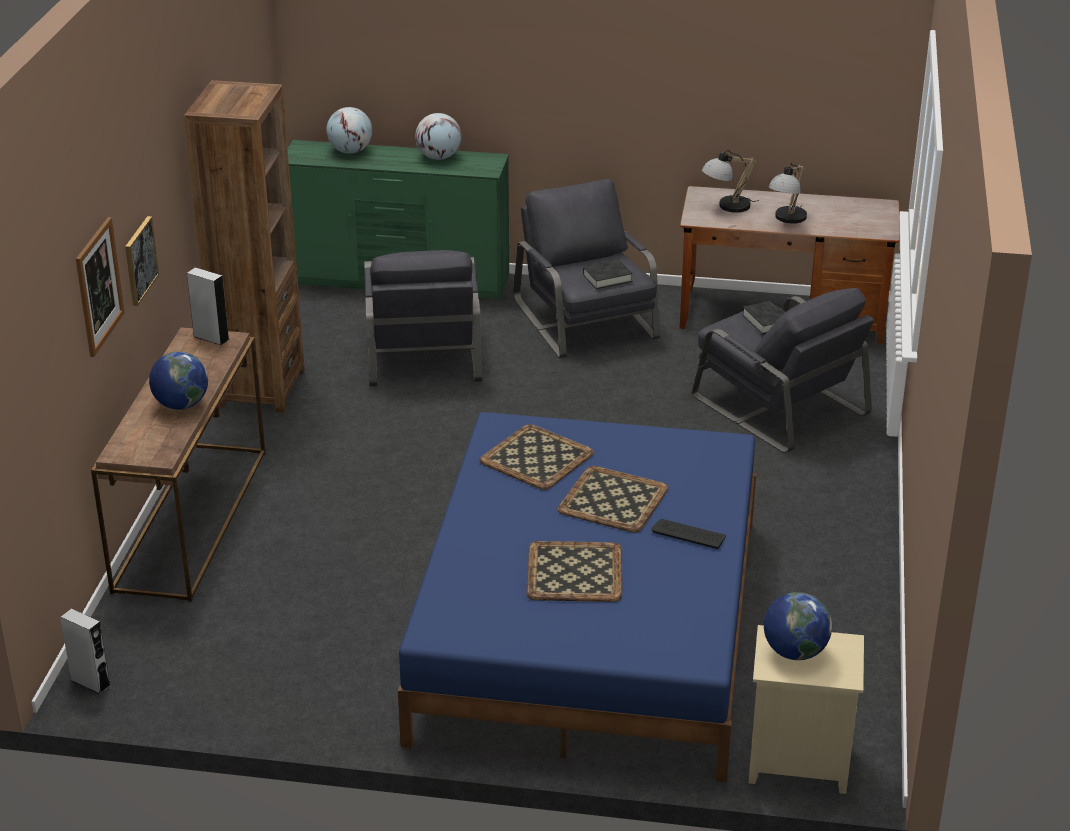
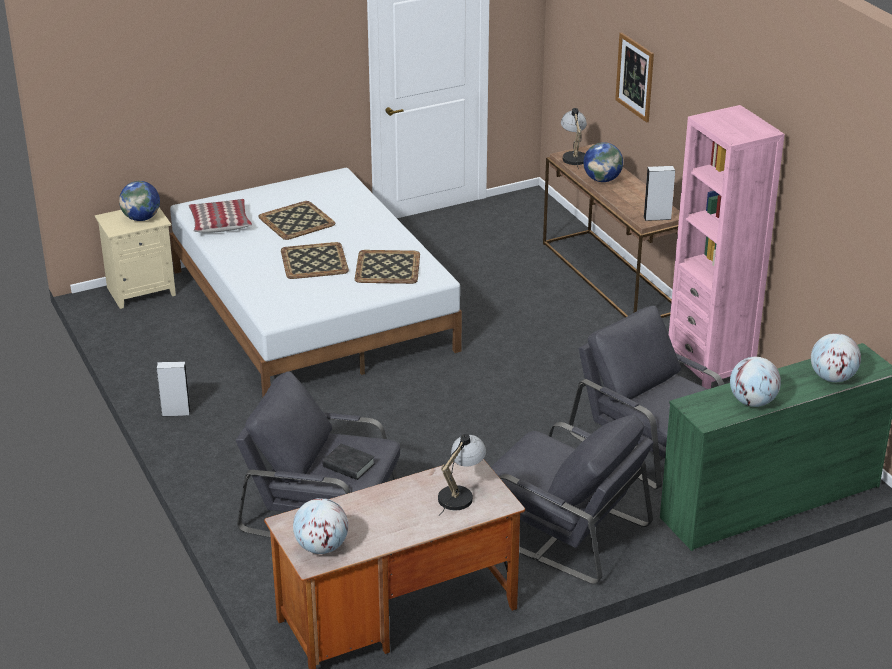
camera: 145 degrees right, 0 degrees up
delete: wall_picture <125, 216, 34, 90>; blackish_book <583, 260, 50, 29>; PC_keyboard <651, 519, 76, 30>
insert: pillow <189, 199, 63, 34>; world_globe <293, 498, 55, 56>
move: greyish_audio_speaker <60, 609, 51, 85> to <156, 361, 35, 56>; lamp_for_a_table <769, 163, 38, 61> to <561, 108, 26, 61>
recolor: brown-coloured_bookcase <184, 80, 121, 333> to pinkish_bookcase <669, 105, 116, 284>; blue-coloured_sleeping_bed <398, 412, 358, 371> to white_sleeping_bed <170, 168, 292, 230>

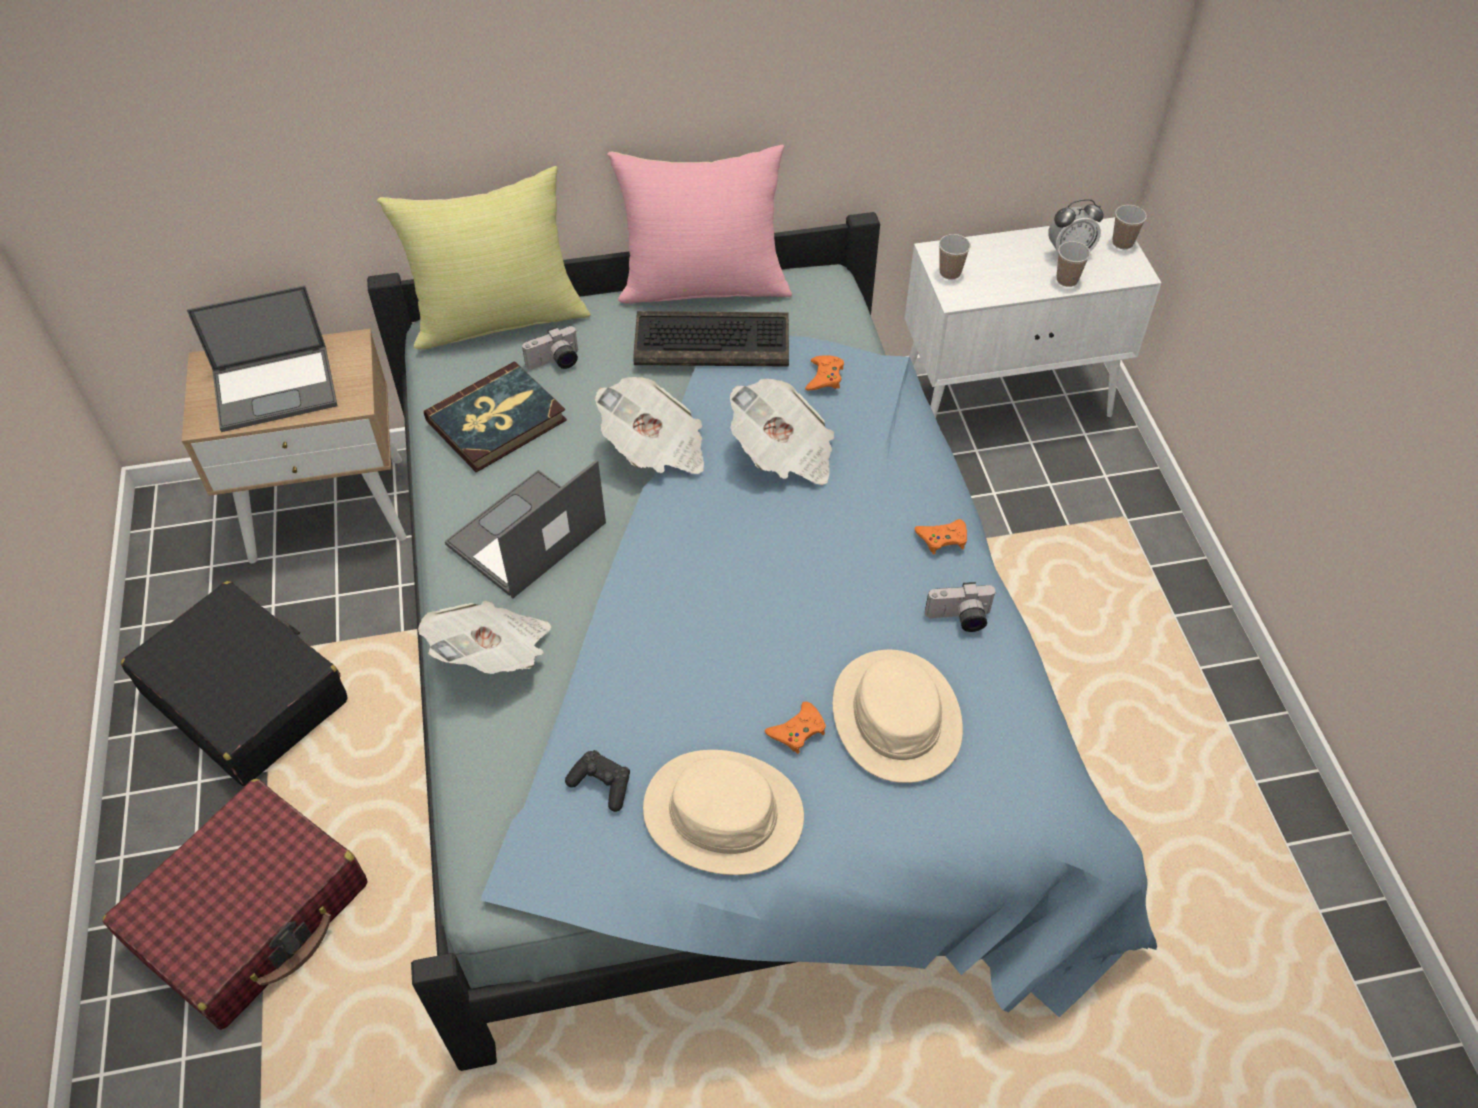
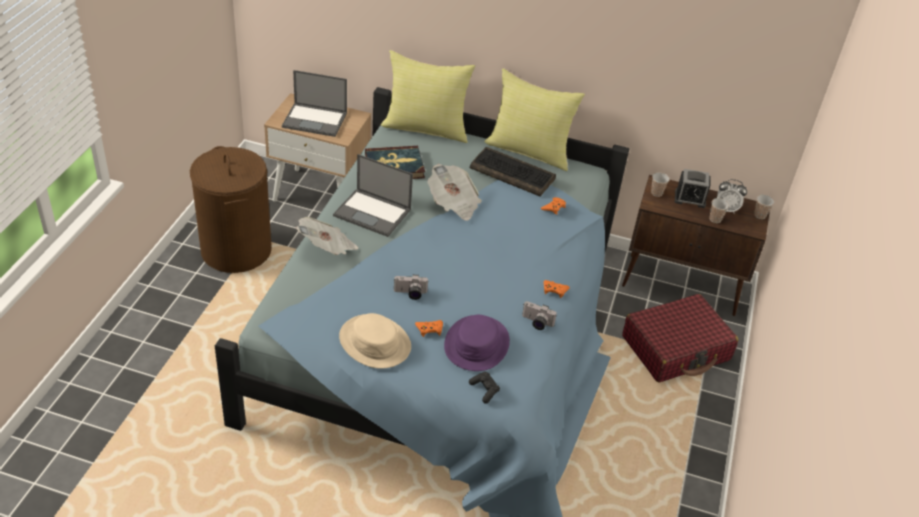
camera: 25 degrees right, 10 degrees down
delete: printed_paper <730, 379, 104, 106>
insert: bedside_clock <675, 169, 35, 39>
move: red-coloured_travel_case <103, 779, 264, 251> to <622, 294, 116, 88>; still_camera <522, 326, 56, 44> to <394, 275, 35, 25>; blackish_joypad <565, 750, 65, 62> to <469, 372, 31, 32>
replace: blackish_travel_case <121, 581, 227, 205> to brown-coloured_hamper <190, 146, 82, 127>
recolor: pinkish_pillow <607, 145, 185, 159> to yellowish_pillow <484, 68, 101, 103>; beige_hat <833, 650, 130, 133> to purple_hat <444, 315, 66, 56>; white_cupboard <904, 217, 257, 201> to brown-coloured_cupboard <622, 175, 148, 141>
rotate: laptop <445, 460, 161, 139> = <333, 154, 80, 83> 135 degrees counterclockwise

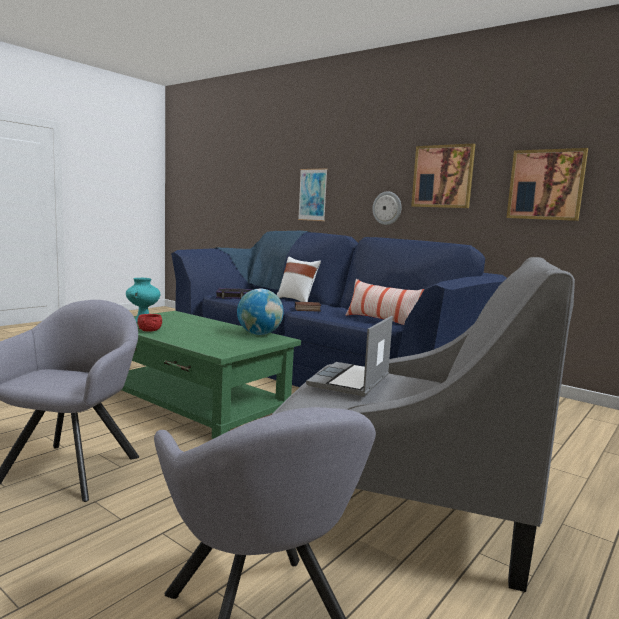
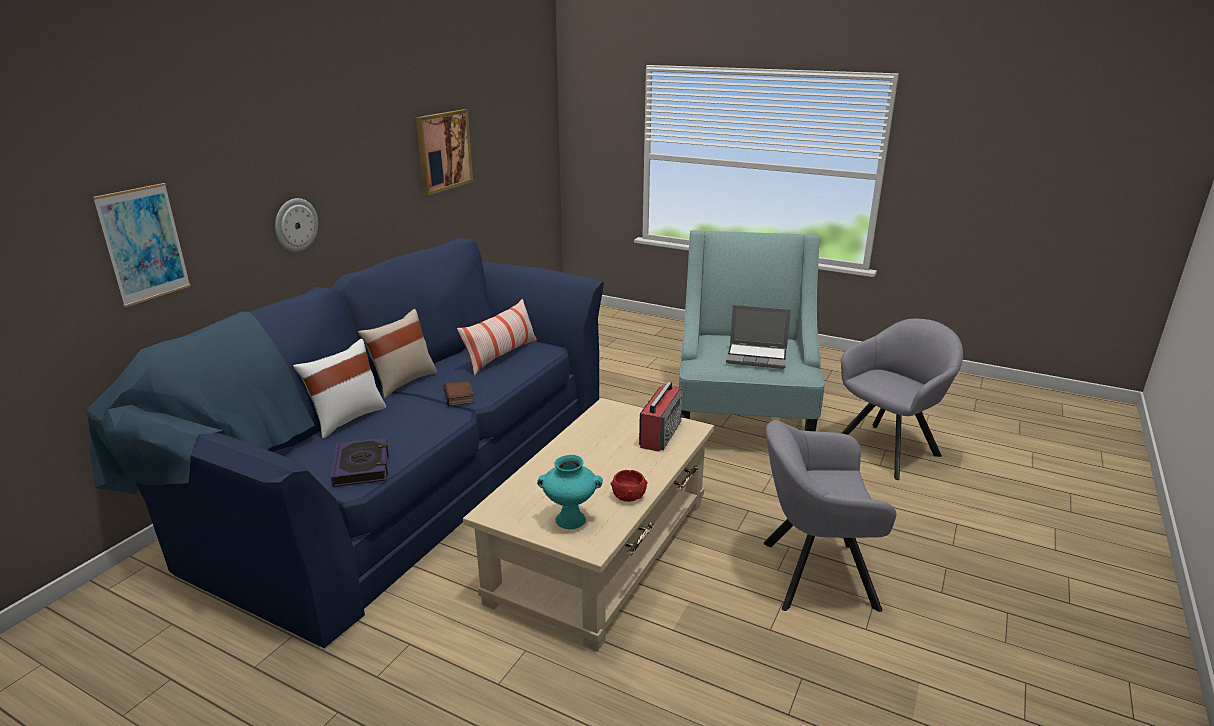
camera: 100 degrees left, 15 degrees up
delete: world_globe <237, 288, 47, 47>; wall_picture <411, 144, 64, 64>
insert: beige_pillow <358, 309, 79, 90>; radio_set <639, 380, 46, 72>
recolor: greenish_coffee_table <122, 311, 179, 128> to beige_coffee_table <463, 398, 251, 253>; greyish_lounge_chair <272, 257, 303, 335> to turquoise_lounge_chair <679, 230, 146, 201>

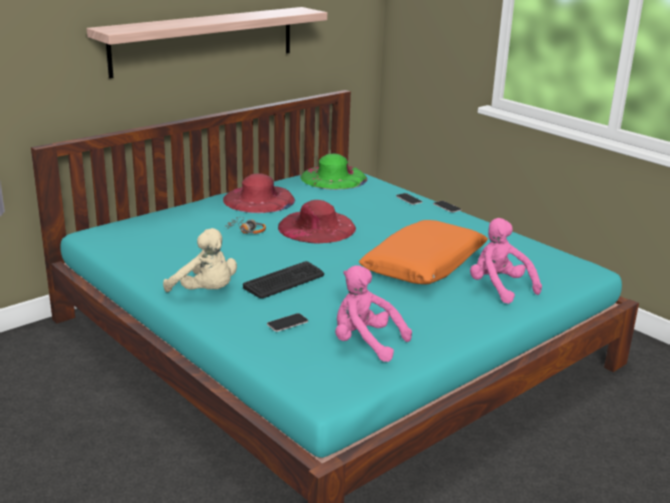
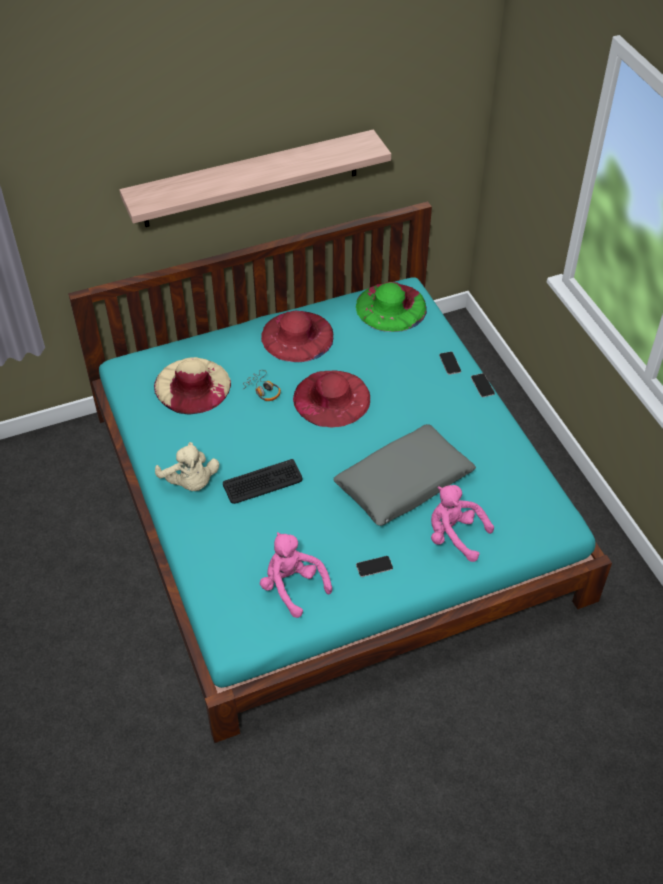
camera: 20 degrees right, 25 degrees up
insert: beige_hat <154, 357, 77, 57>
move: phone <267, 313, 41, 19> to <356, 556, 37, 21>
recolor: orangey_pillow <359, 220, 129, 64> to greyish_pillow <334, 424, 142, 102>
rotate: pinkish_soft_toy <470, 218, 72, 86> = <431, 485, 63, 77> 45 degrees counterclockwise

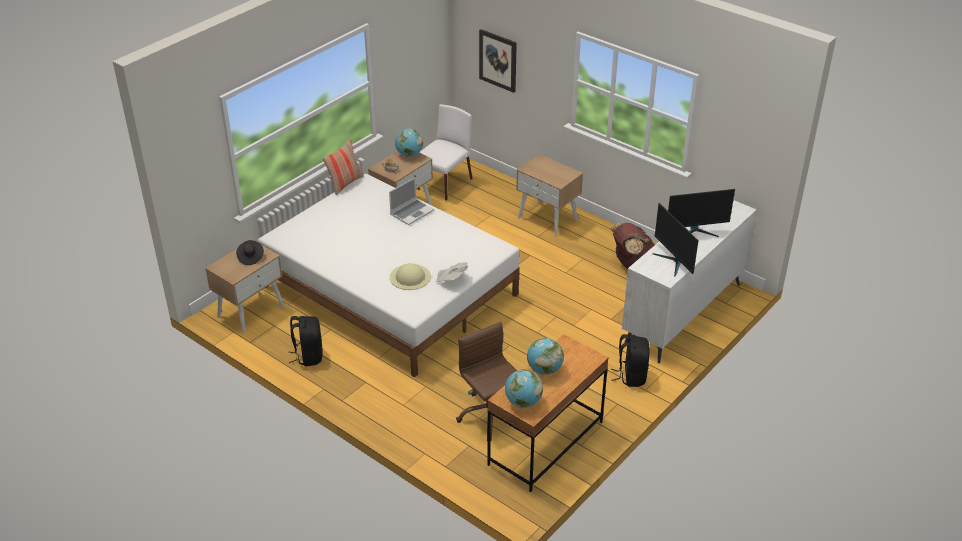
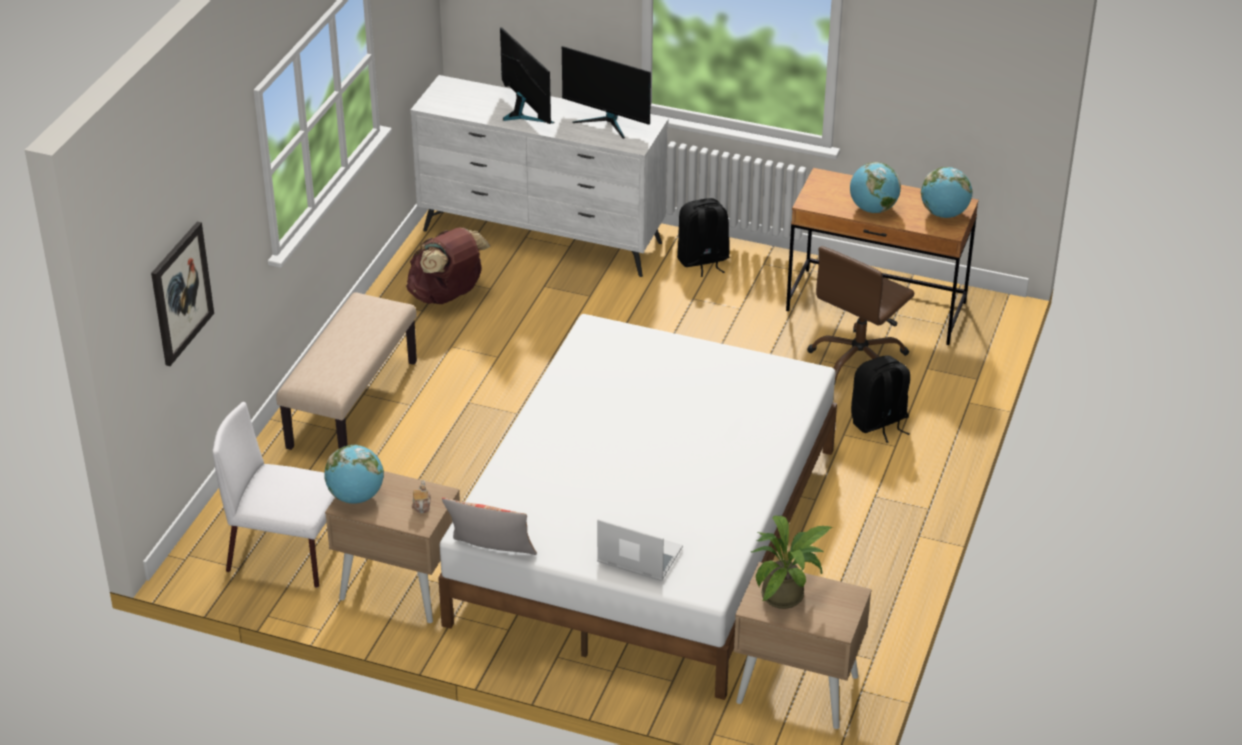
camera: 110 degrees left, 0 degrees up
delete: beige_hat <390, 263, 41, 27>; printed_paper <436, 262, 32, 20>
move: blackish_backpack <288, 316, 35, 50> to <851, 355, 59, 88>; laptop <389, 178, 45, 47> to <597, 519, 86, 62>
replace: blackish_hat <236, 240, 28, 25> to potted_plant <751, 516, 82, 93>; beige_bedside_table <516, 154, 67, 82> to beige_long_seat <276, 292, 141, 158>
rotate: computer_display <653, 203, 45, 73> = <562, 46, 89, 93> 75 degrees clockwise

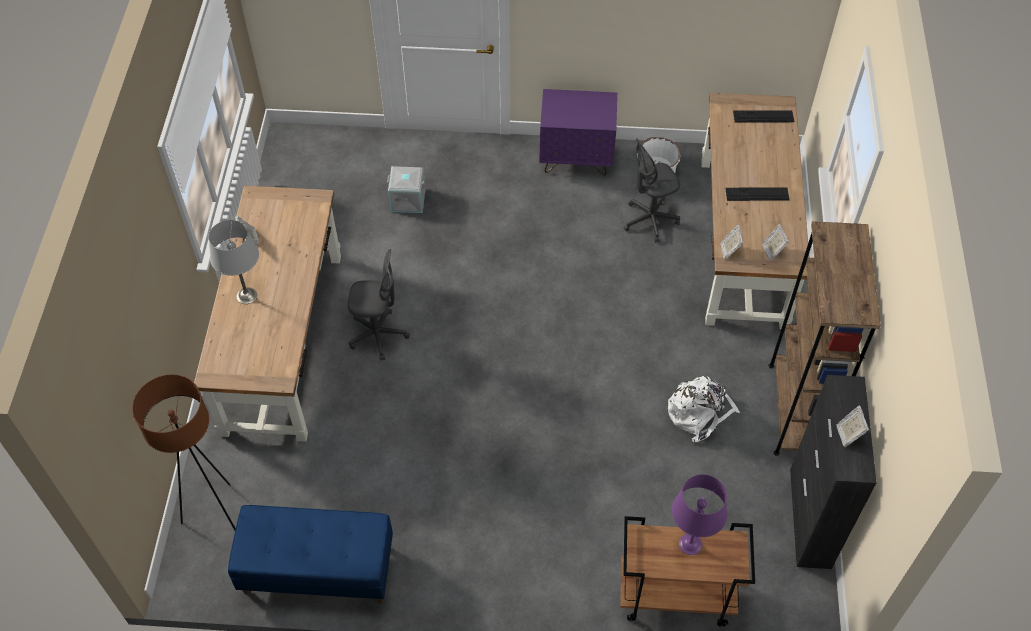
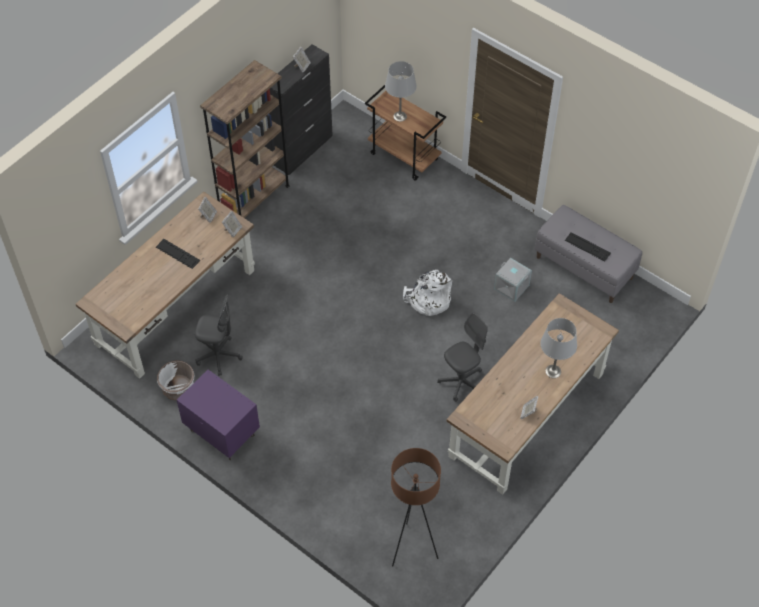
camera: 145 degrees left, 0 degrees up
move: brown-coloured_standing_lamp <132, 375, 104, 155> to <391, 448, 50, 119>; greyish_storage_bin <387, 166, 39, 47> to <494, 258, 38, 44>; white_backpack <668, 376, 72, 66> to <403, 270, 49, 46>; PC_keyboard <733, 111, 61, 11> to <565, 232, 46, 29>
recolor: blue-coloured_long_seat <228, 505, 165, 98> to greyish_long_seat <534, 205, 108, 98>; purple_lamp_for_a_table <672, 474, 55, 81> to greyish_lamp_for_a_table <385, 61, 32, 61>
rotate: greyish_desk_chair <348, 249, 62, 112> = <437, 313, 51, 89> 105 degrees clockwise

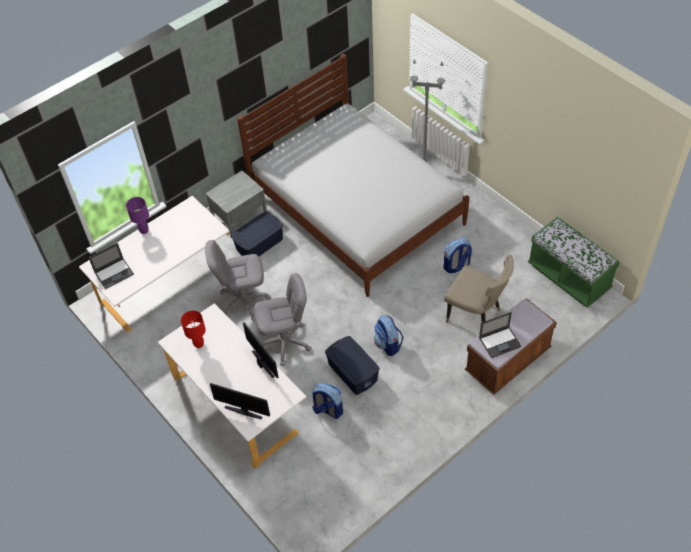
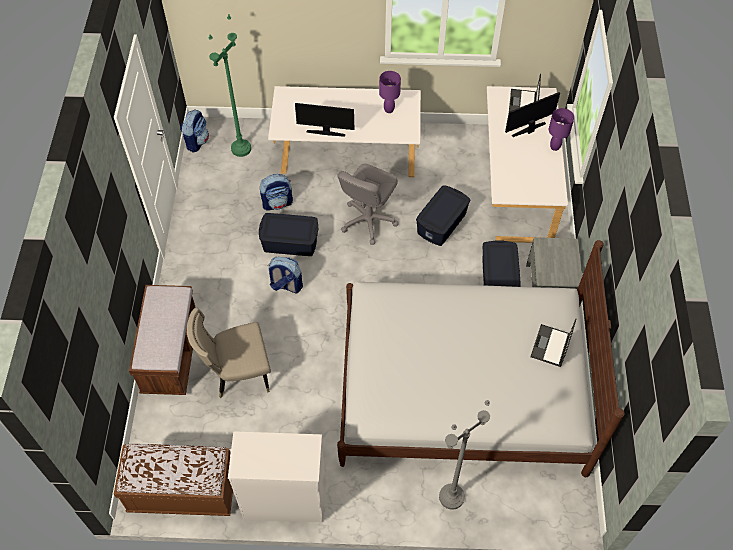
camera: 130 degrees right, 5 degrees up
insert: greenish_standing_lamp <209, 14, 42, 143>; white_drawer_chest <228, 431, 98, 92>
move: computer_display <210, 383, 60, 37> to <505, 92, 55, 45>; backpack <443, 238, 29, 35> to <180, 110, 29, 43>; laptop <479, 312, 42, 46> to <530, 319, 46, 48>
replace: greyish_desk_chair <205, 240, 66, 81> to blue-coloured_storage_bin <416, 185, 54, 61>
recolor: red-coloured_lamp_for_a_table <181, 311, 25, 37> to purple_lamp_for_a_table <379, 71, 22, 42>; greenish_long_seat <528, 217, 92, 91> to brown-coloured_long_seat <114, 444, 119, 72>

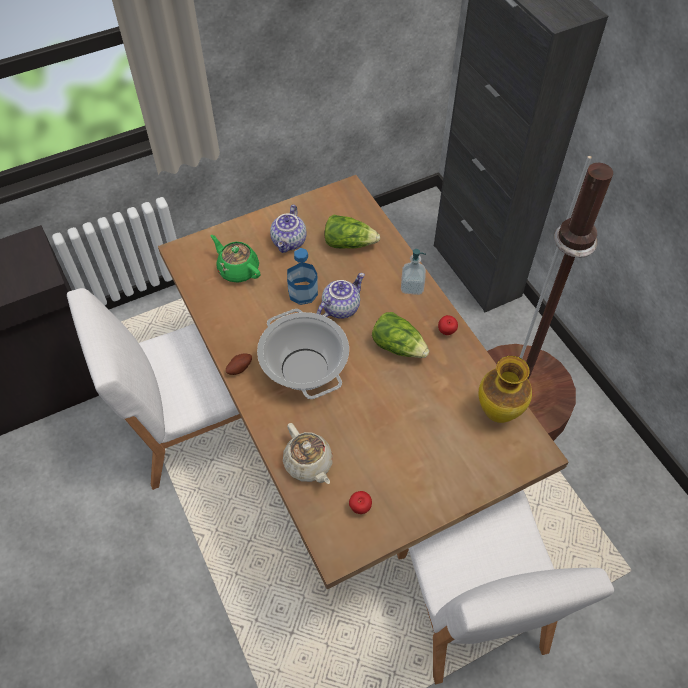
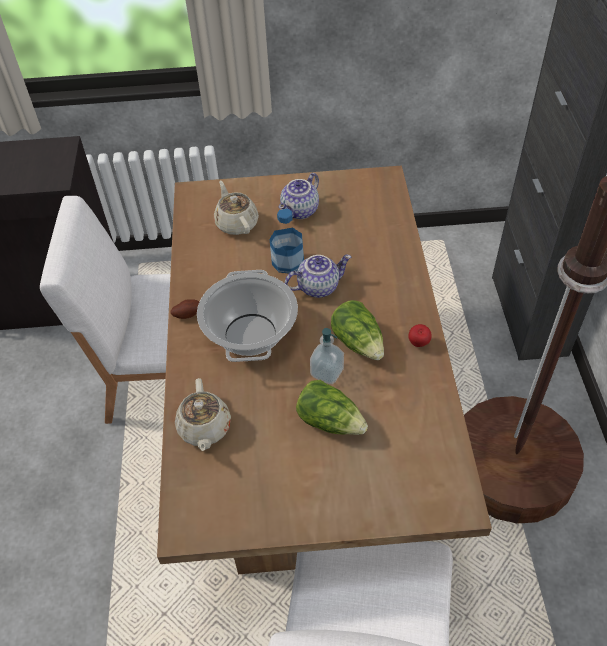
camera: 25 degrees right, 5 degrees down
delete: whole_apple <349, 491, 23, 23>; decorative_vase <478, 356, 54, 67>
move: lettuce_head <324, 215, 56, 34> to <296, 380, 72, 55>; liquid_soap_bottle <401, 249, 25, 46> to <310, 328, 34, 56>
recolor: greenish_tea_pot <211, 235, 49, 48> to beige_tea_pot <214, 181, 45, 54>

